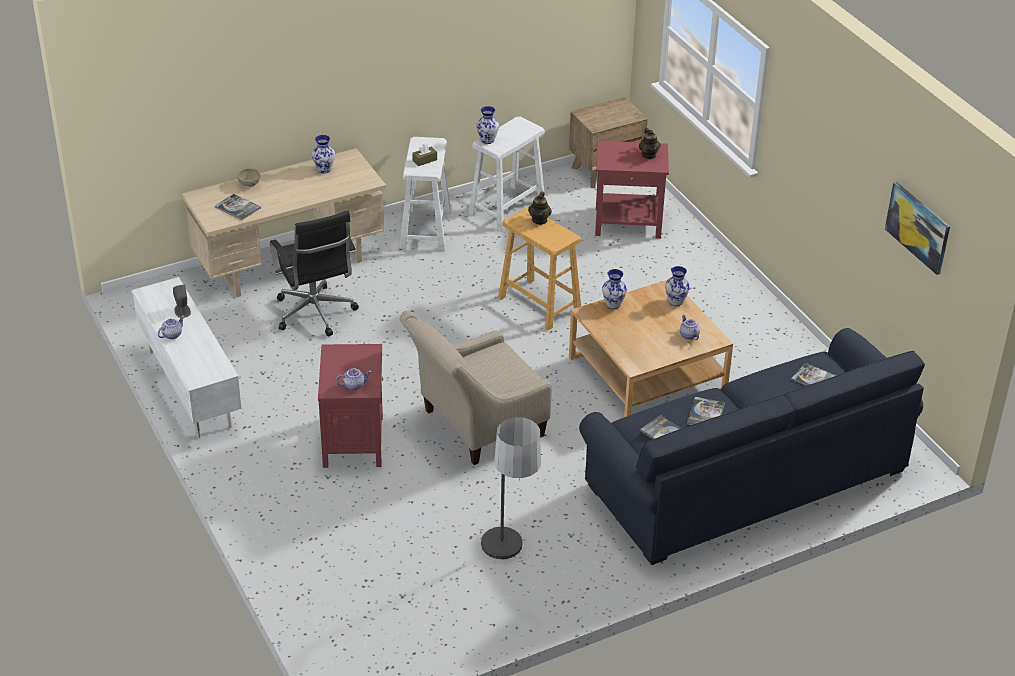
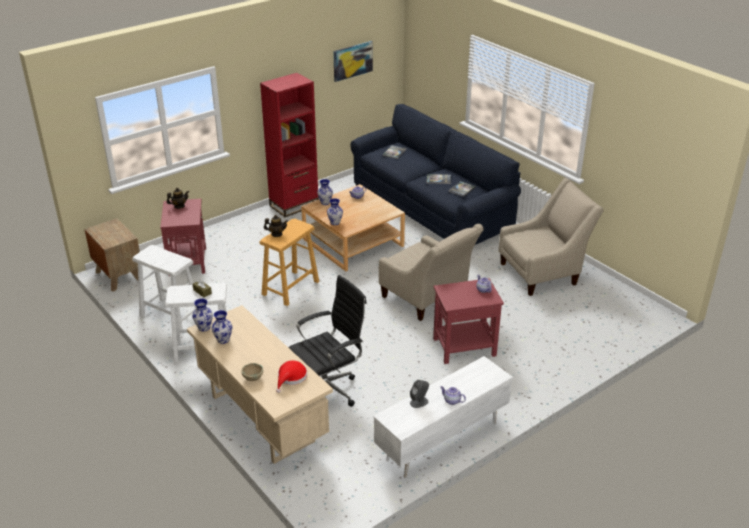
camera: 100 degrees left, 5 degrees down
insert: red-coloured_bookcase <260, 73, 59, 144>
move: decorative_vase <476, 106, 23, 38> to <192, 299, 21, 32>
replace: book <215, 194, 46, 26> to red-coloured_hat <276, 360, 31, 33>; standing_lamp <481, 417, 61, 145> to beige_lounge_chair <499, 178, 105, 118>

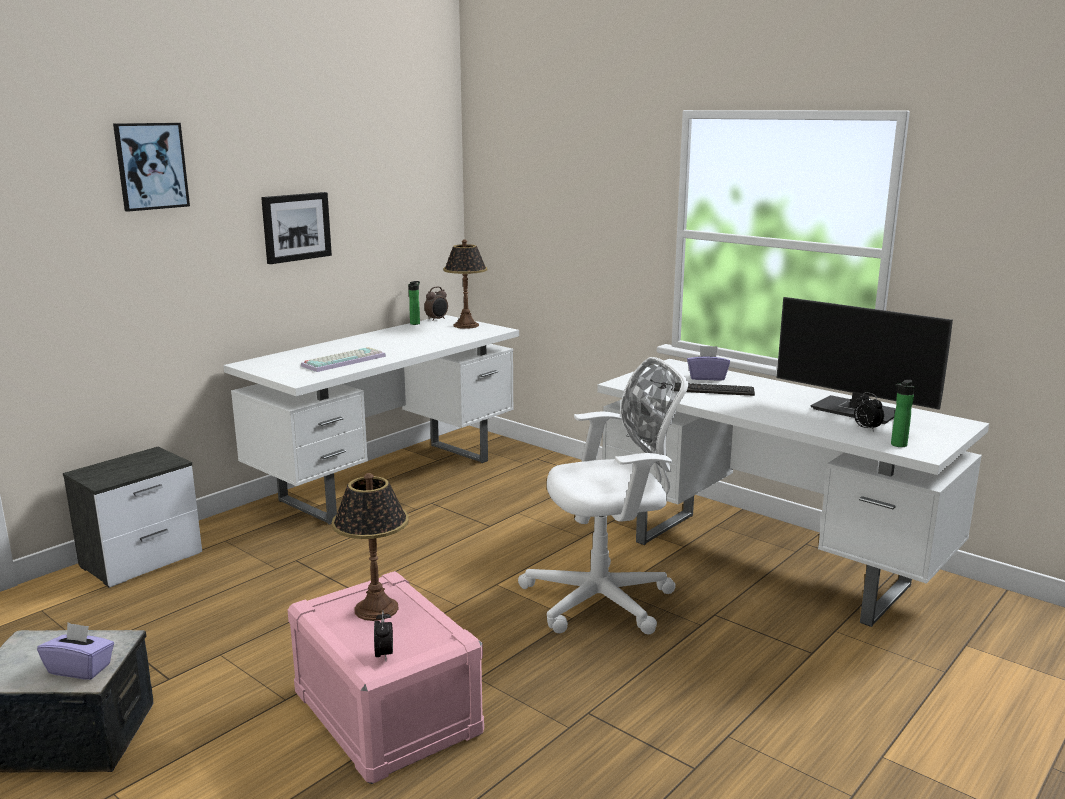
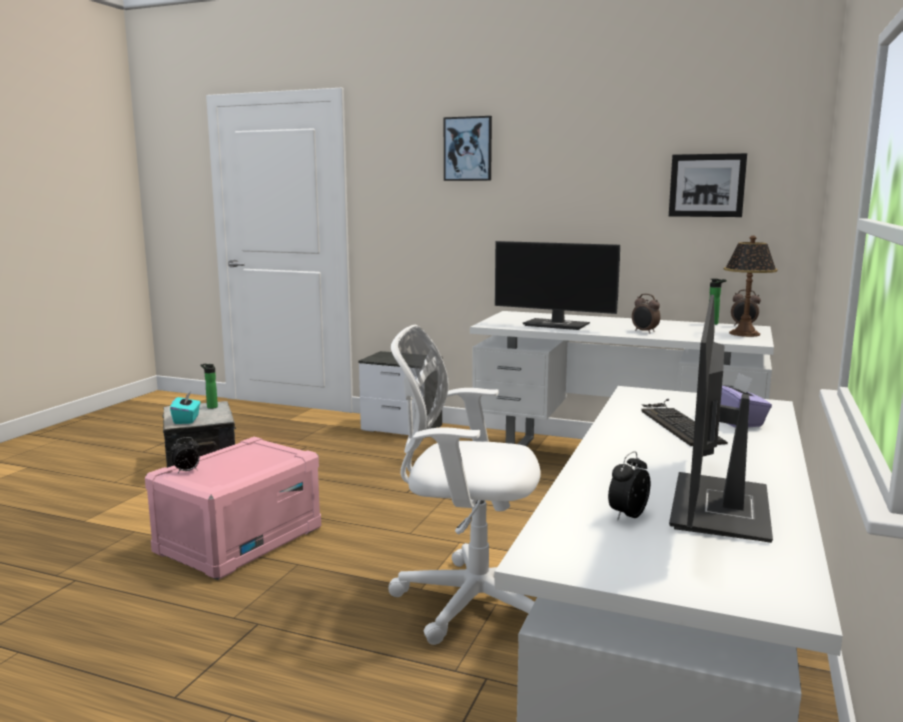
camera: 70 degrees right, 5 degrees down
delete: lamp_for_a_table <331, 473, 78, 148>
insert: bedside_clock <632, 294, 29, 39>
move: wall_picture <261, 192, 71, 72> to <669, 153, 78, 64>; bottle <891, 380, 24, 67> to <201, 364, 17, 45>
replace: PC_keyboard <301, 347, 85, 25> to computer_display <495, 241, 125, 89>
recolor: purple_tissue_holder <37, 622, 77, 58> to turquoise_tissue_holder <170, 392, 31, 32>
rotate: white_desk_chair <518, 357, 170, 277> = <388, 325, 152, 320> 135 degrees clockwise

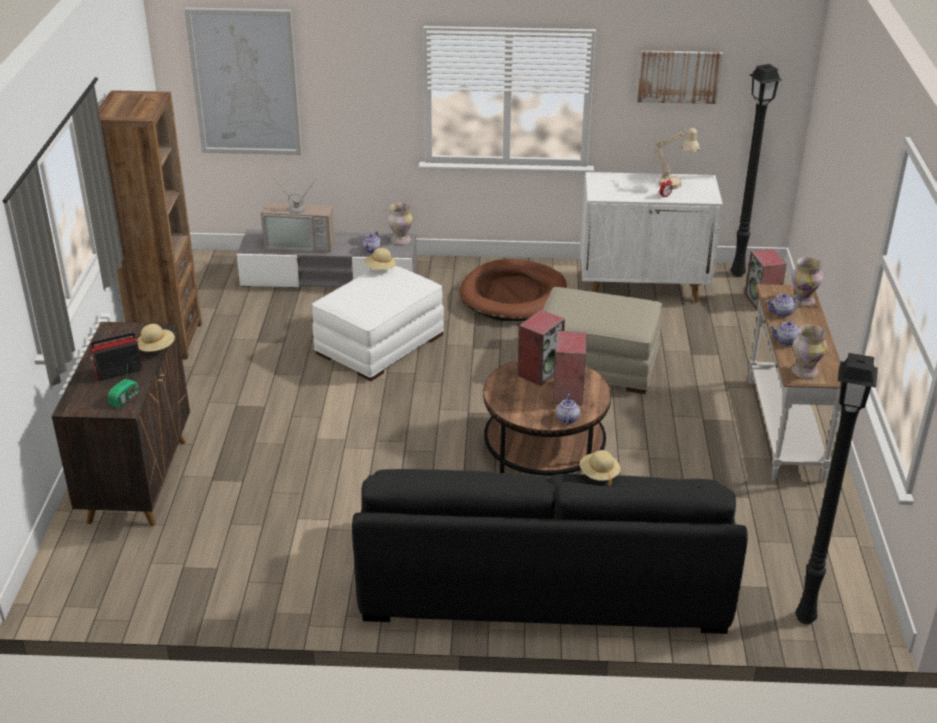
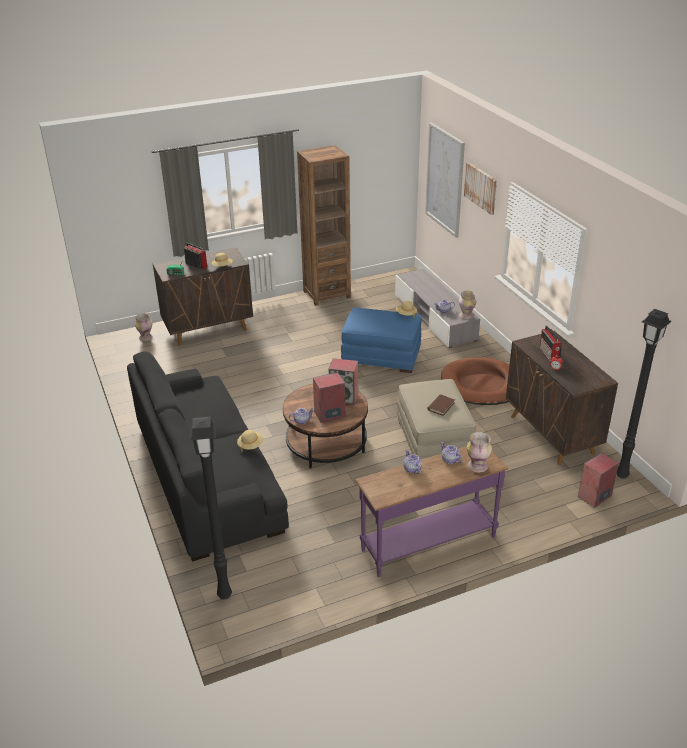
camera: 65 degrees right, 0 degrees up
delete: TV <261, 177, 74, 76>; beige_lamp_for_a_table <656, 128, 44, 61>
insert: brown-coloured_book <427, 395, 28, 21>; radio_set <539, 325, 23, 37>
move: wall_picture <637, 51, 86, 53> to <464, 162, 33, 53>; decorative_vase <792, 325, 35, 53> to <135, 313, 18, 28>
recolor: white_footrest <312, 265, 132, 116> to blue-coloured_footrest <341, 308, 80, 65>; white_cupboard <580, 172, 143, 131> to brown-coloured_cupboard <506, 331, 112, 134>; white_console_table <748, 284, 94, 199> to purple_console_table <355, 446, 153, 131>

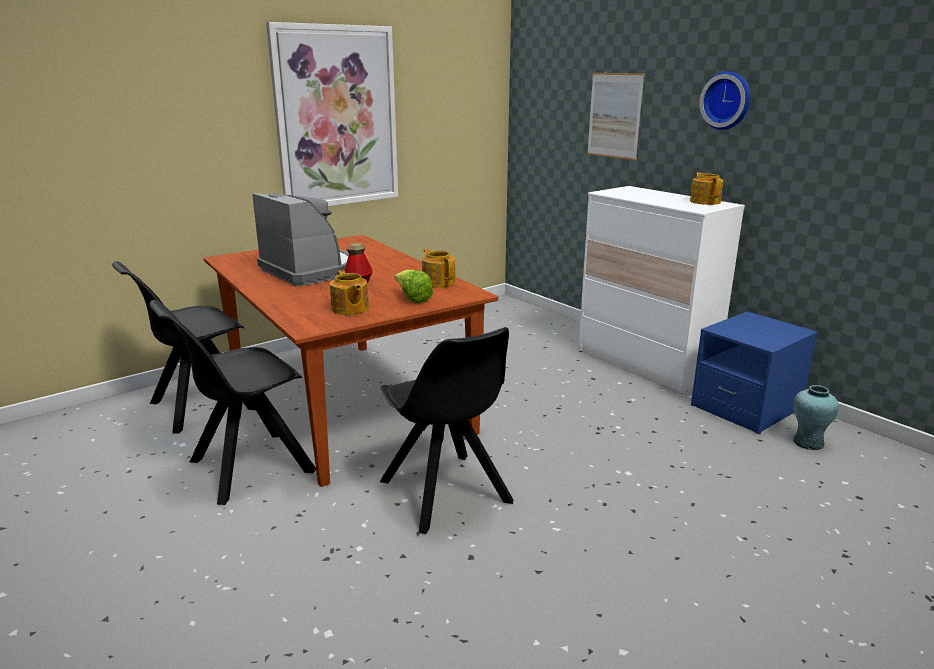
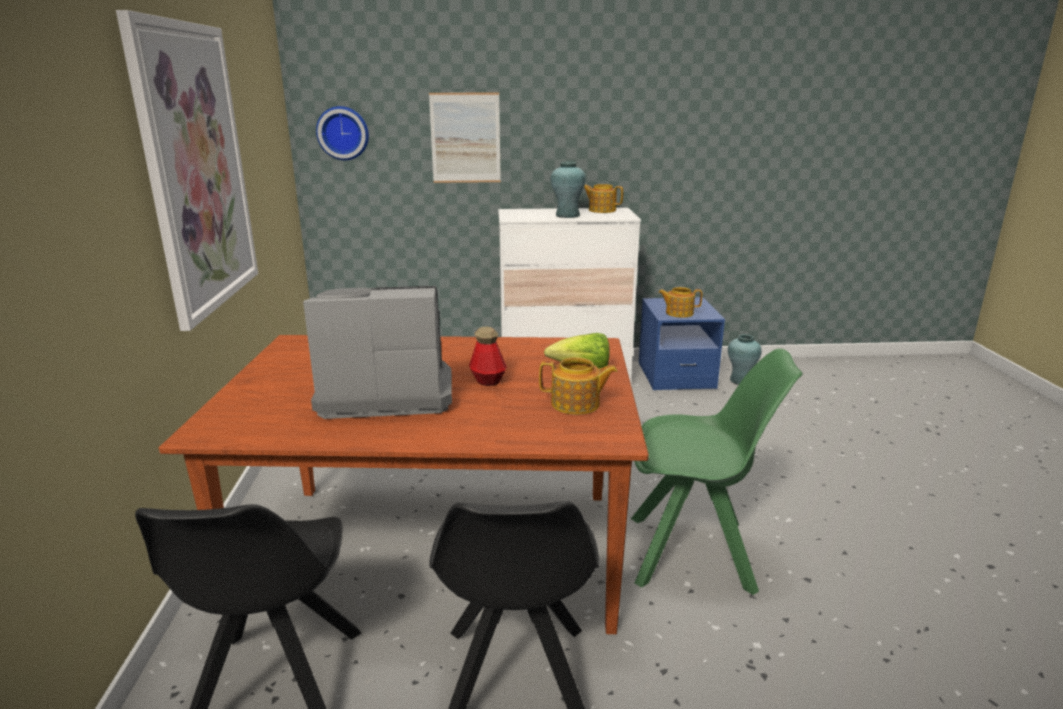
camera: 55 degrees left, 0 degrees up
insert: turquoise_decorative_vase <551, 162, 35, 56>
move: tea_pot <422, 249, 33, 39> to <658, 287, 44, 31>; wall_clock <699, 71, 51, 59> to <316, 106, 53, 54>
recolor: blackish_plain_chair <380, 327, 133, 207> to greenish_plain_chair <631, 349, 172, 246>

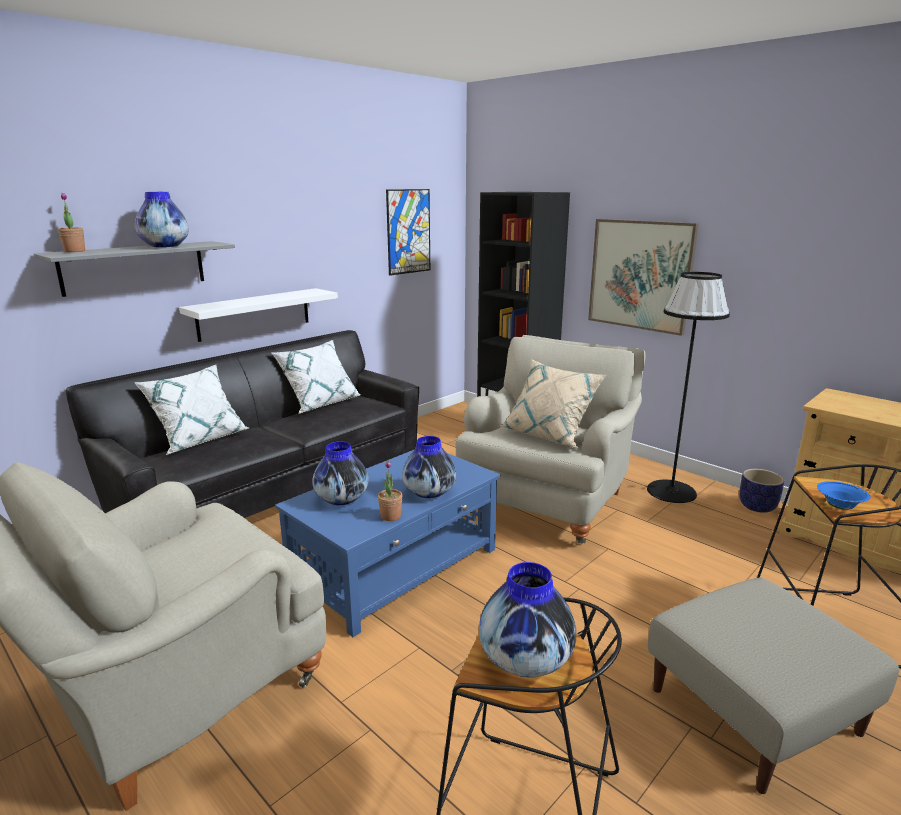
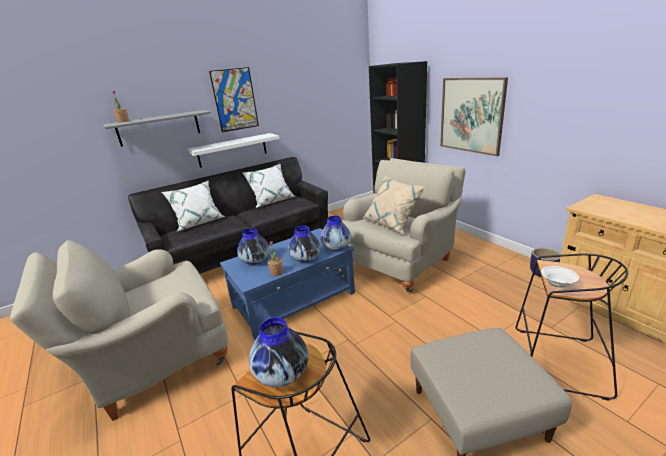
camera: 15 degrees right, 5 degrees up
delete: blackish_standing_lamp <647, 272, 83, 231>
move: decorative_vase <135, 192, 54, 55> to <320, 216, 31, 35>; wall_picture <386, 189, 44, 87> to <209, 67, 50, 65>
recolor: blue-coloured_deep_dish <817, 481, 54, 29> to white_deep_dish <541, 266, 38, 21>

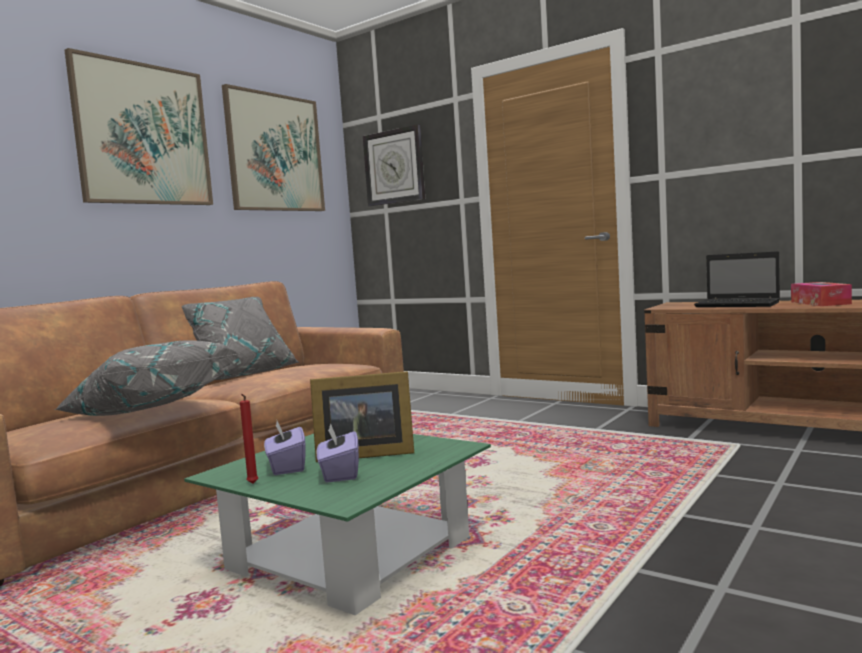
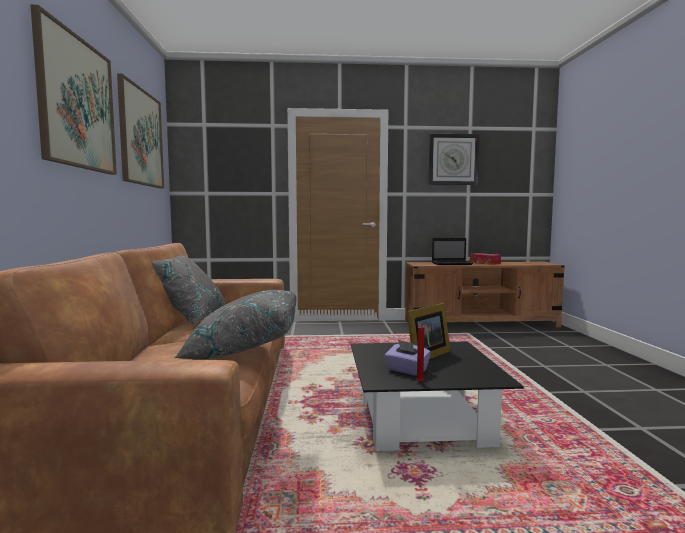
camera: 40 degrees left, 0 degrees up
delete: purple_tissue_holder <317, 423, 42, 59>
move: wall_clock <363, 124, 62, 82> to <428, 134, 51, 51>
recolor: greenish_coffee_table <184, 434, 307, 181> to blackish_coffee_table <351, 342, 173, 109>

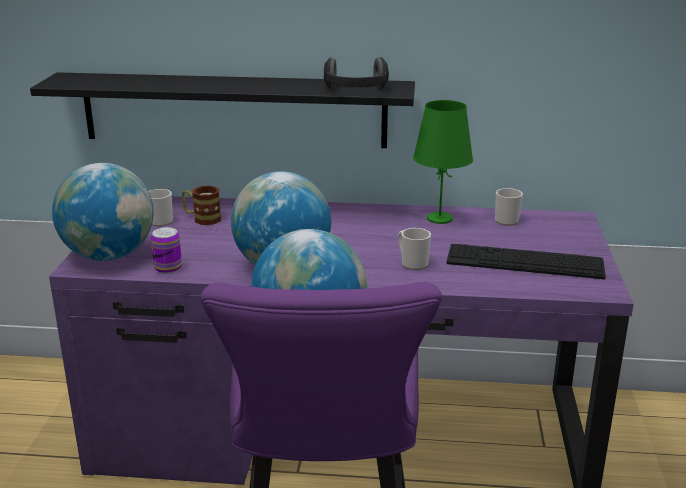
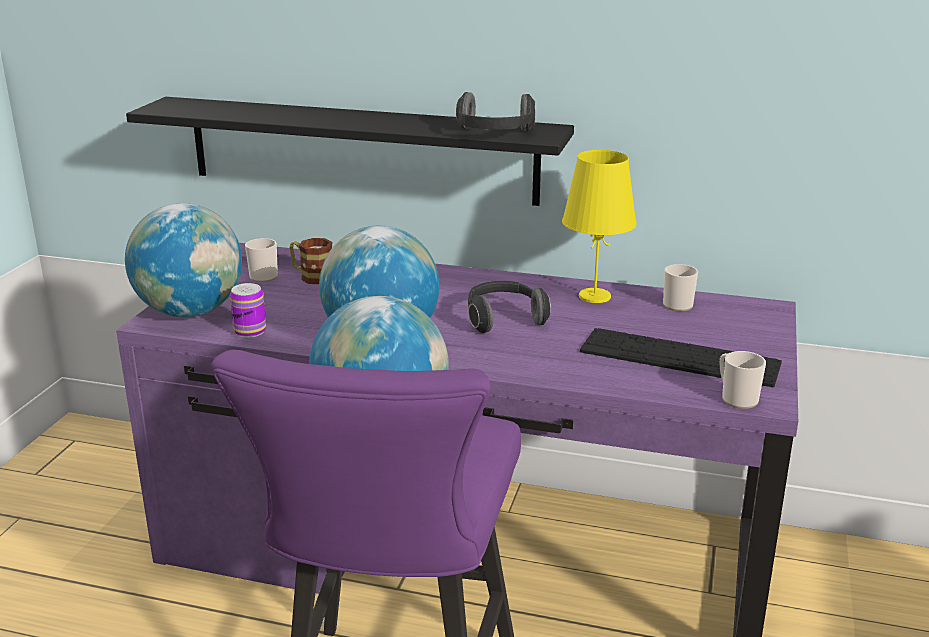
camera: 10 degrees right, 0 degrees up
insert: headset <468, 281, 83, 52>
move: tea_mug <398, 228, 33, 42> to <719, 351, 47, 58>
recolor: greenish_lamp_for_a_table <413, 100, 60, 124> to yellowish_lamp_for_a_table <562, 150, 75, 153>

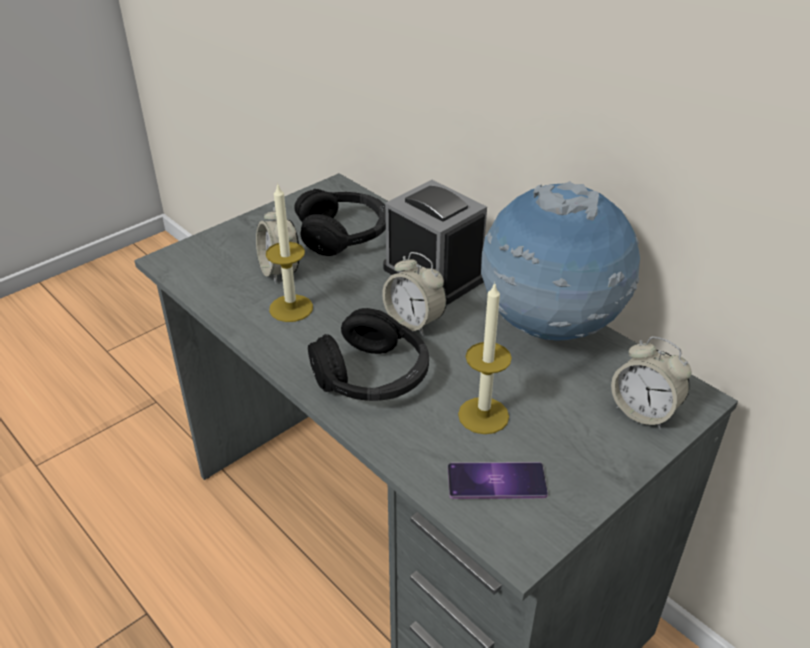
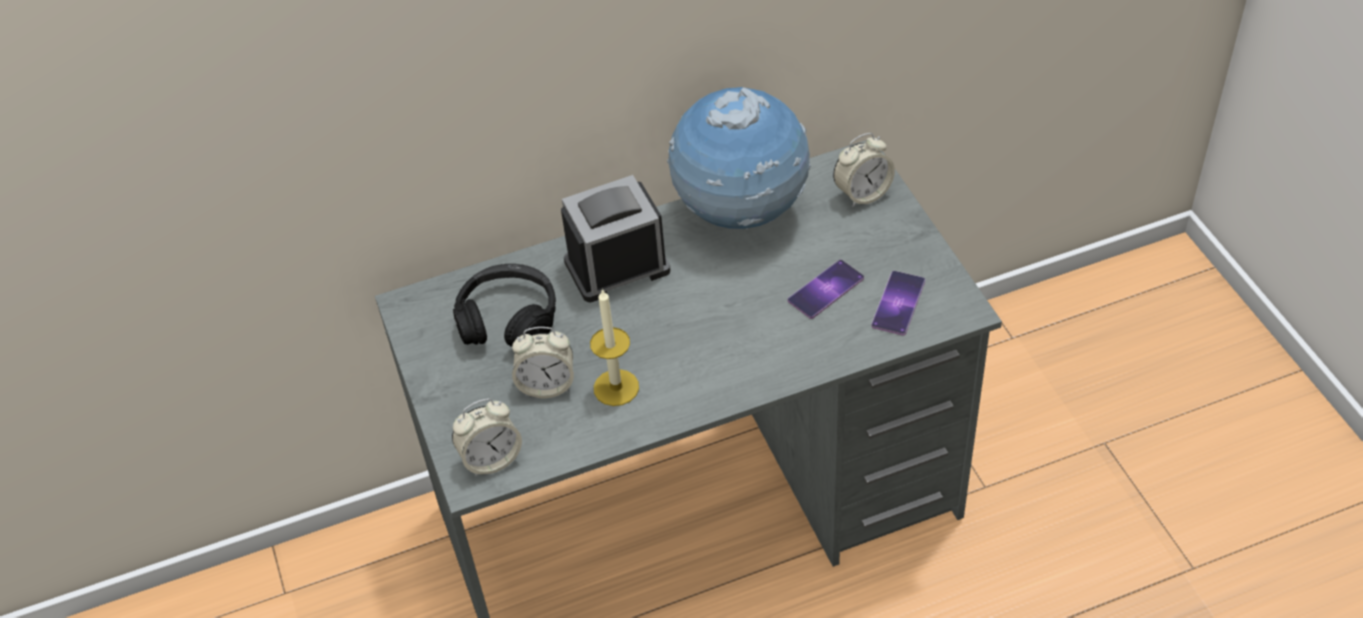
camera: 65 degrees left, 10 degrees up
delete: blackish_headset <308, 308, 121, 93>
move: bedside_clock <382, 252, 65, 84> to <452, 398, 70, 79>
replace: candle <458, 282, 54, 152> to phone <788, 259, 76, 60>

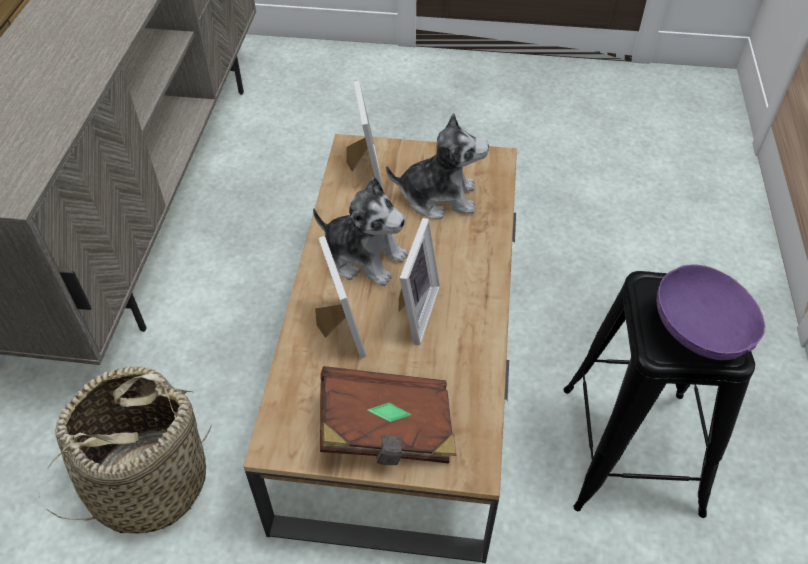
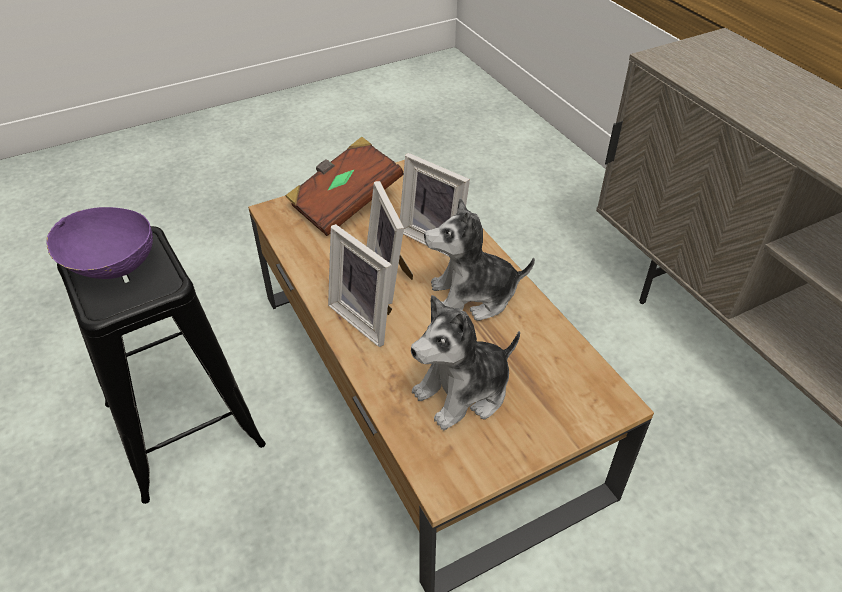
camera: 145 degrees right, 5 degrees down
delete: household_basket <39, 366, 173, 168>
move: photo_frame <346, 80, 37, 108> to <328, 224, 65, 123>

